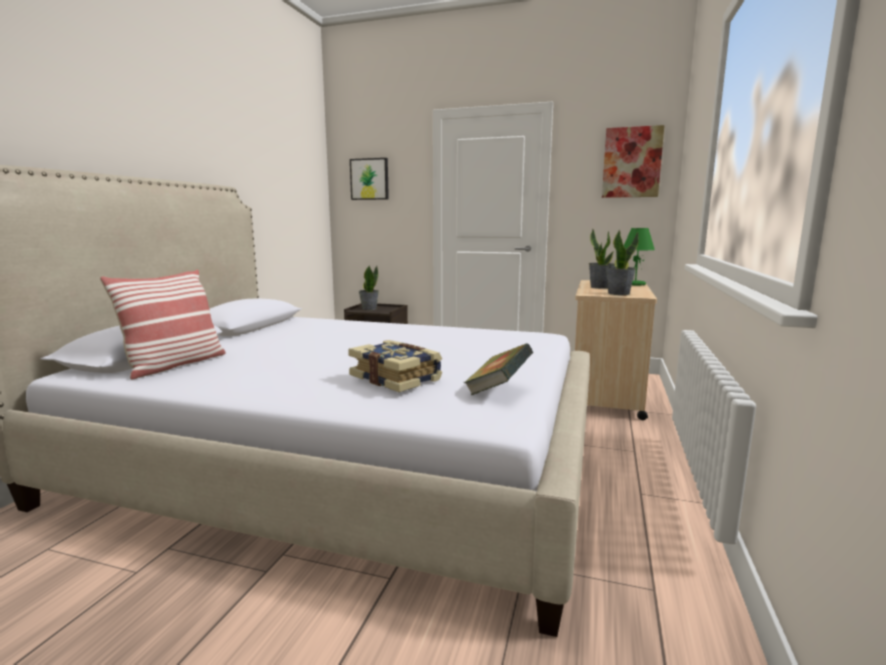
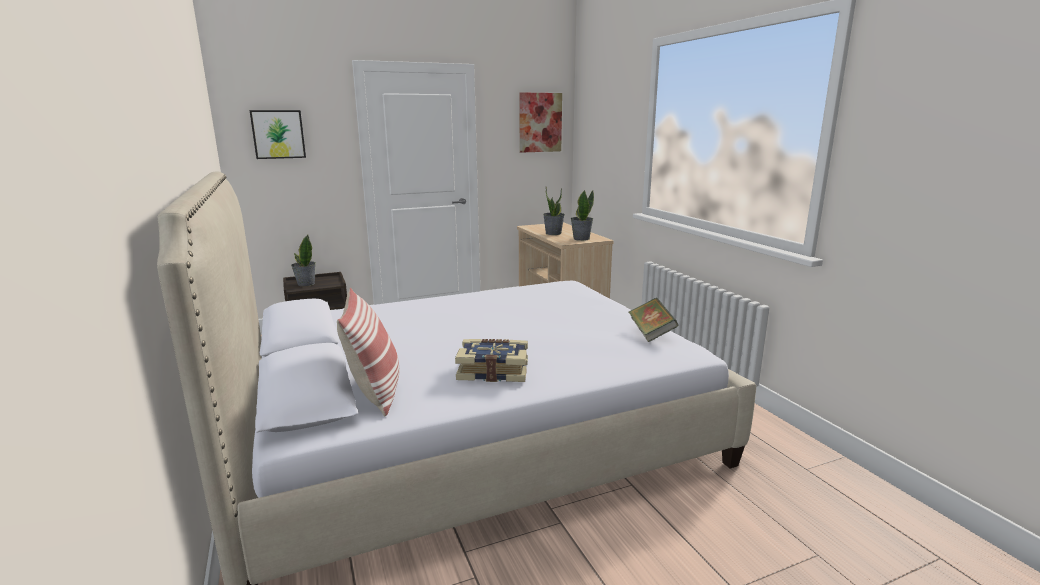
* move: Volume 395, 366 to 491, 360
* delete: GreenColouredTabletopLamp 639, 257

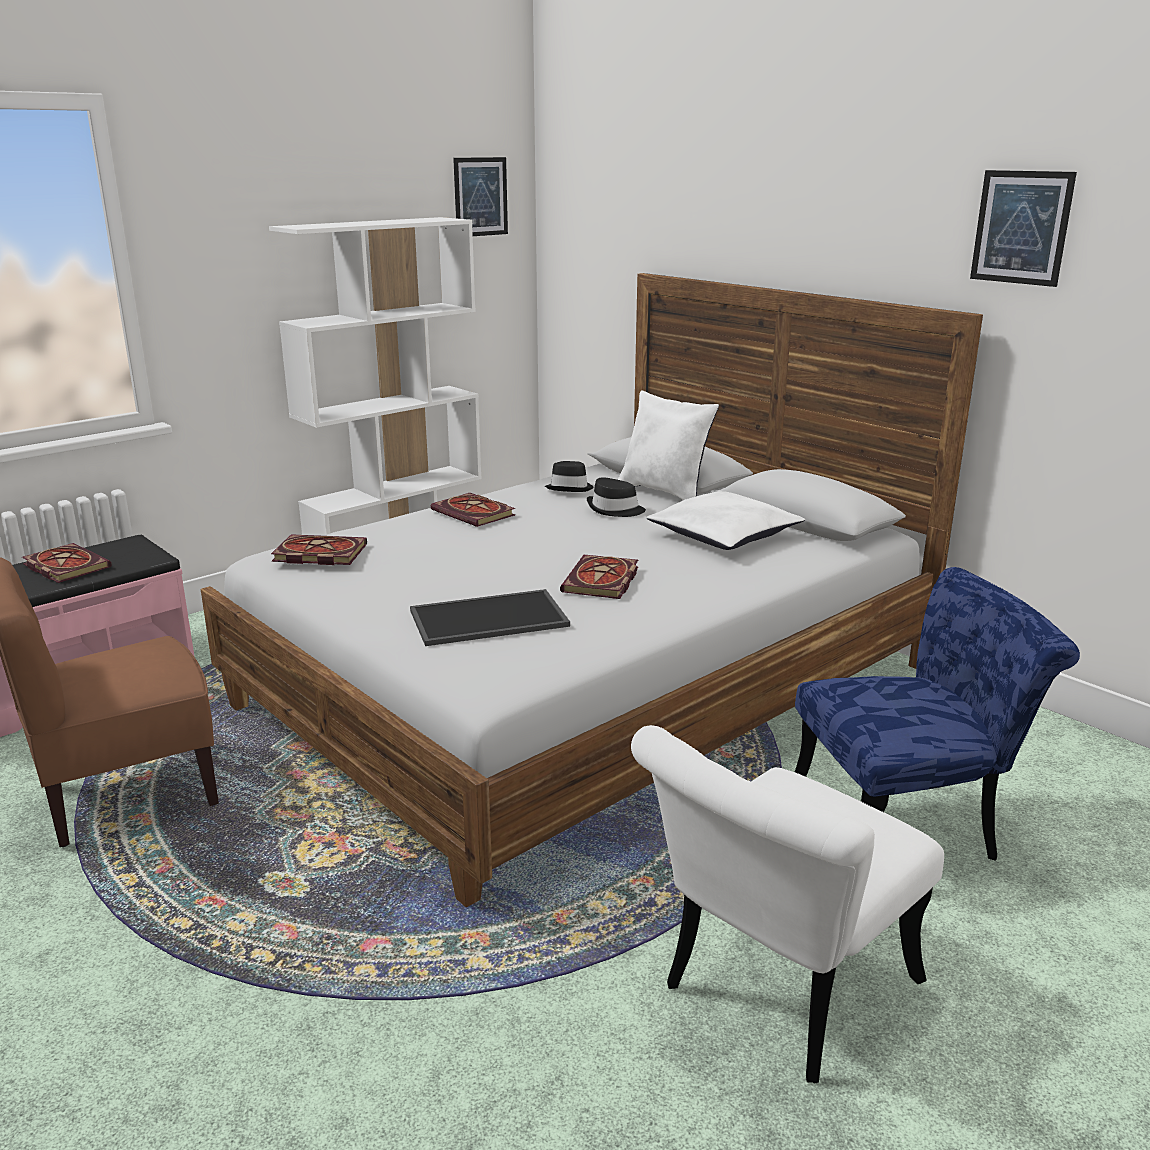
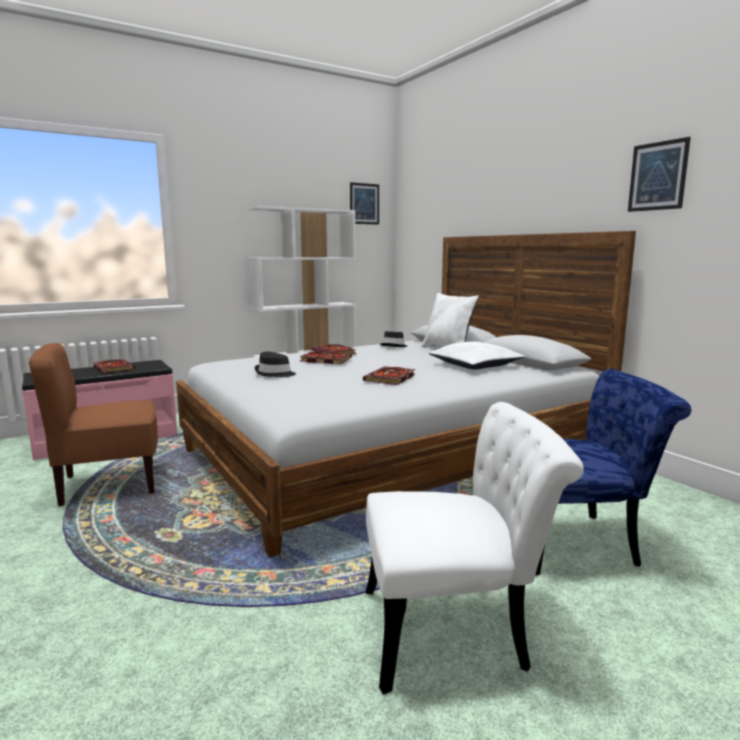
* move: Volume 319, 549 to 326, 357
* delete: Tray 490, 617
* move: BlackColouredWearableHat 616, 497 to 275, 365
* rotate: WhiteColouredUprightChair 787, 904 = 475, 548 150 degrees counterclockwise

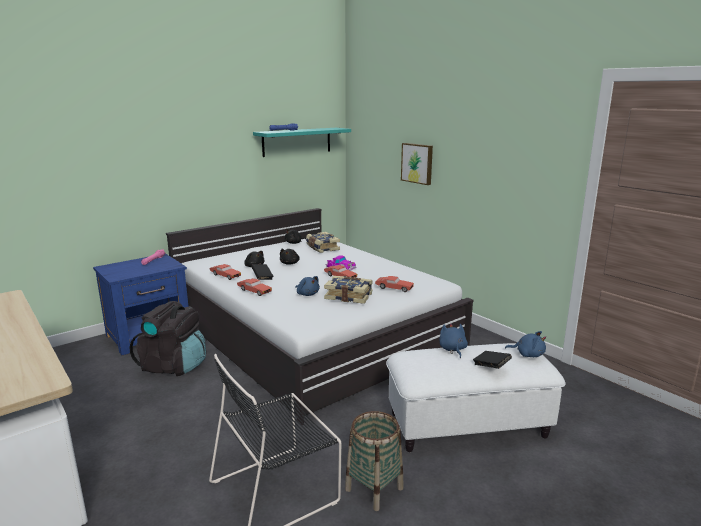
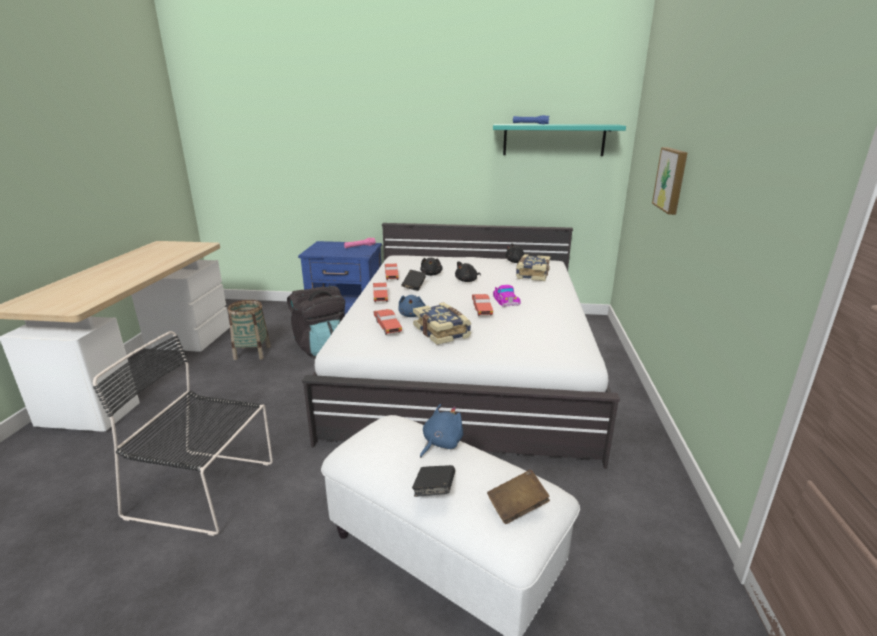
* move: StorageBasket 374, 461 to 249, 330
* move: RedModelCar 394, 284 to 387, 322
* replace: BluePlushToy 525, 344 to BrownColouredVolume 518, 497

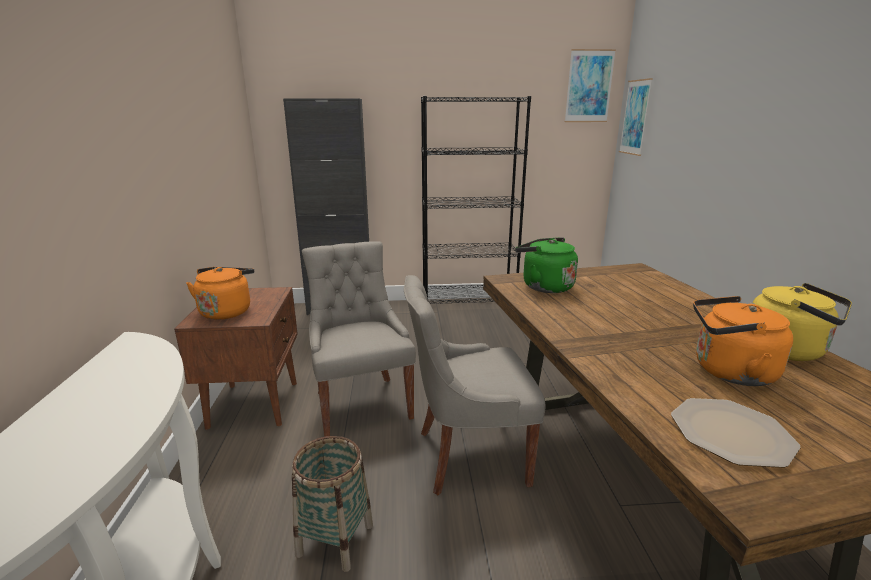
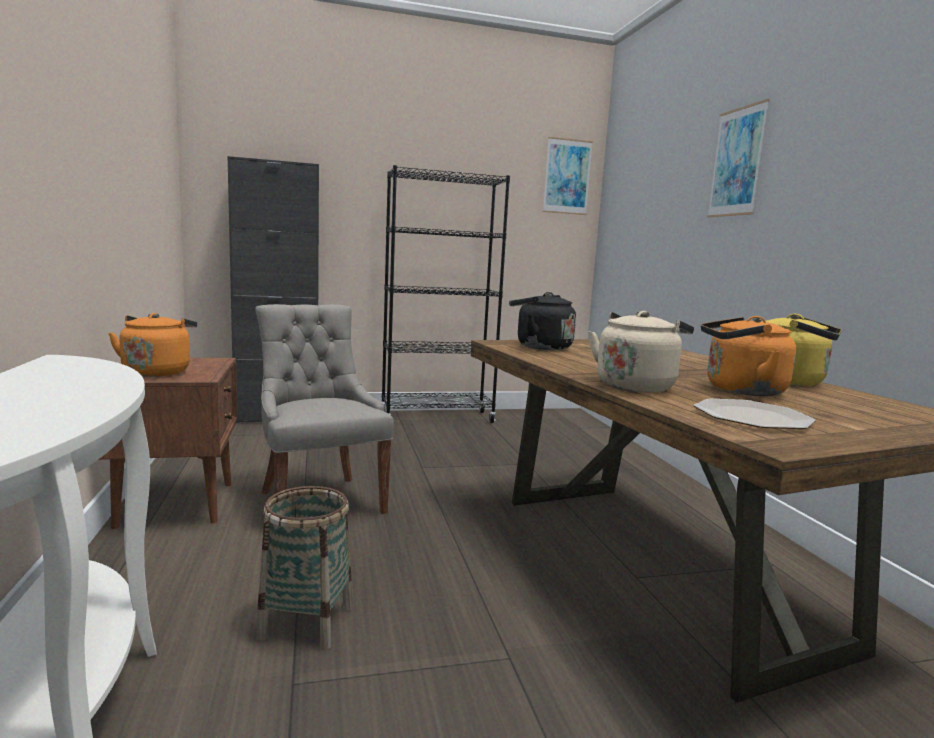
* delete: GrayUprightChair 475, 385
* recolor: GreenColouredKettle 546, 265 to BlackColouredKettle 542, 321
* move: Picture 636, 117 to 738, 158
* insert: BeigeColouredKettle 641, 351

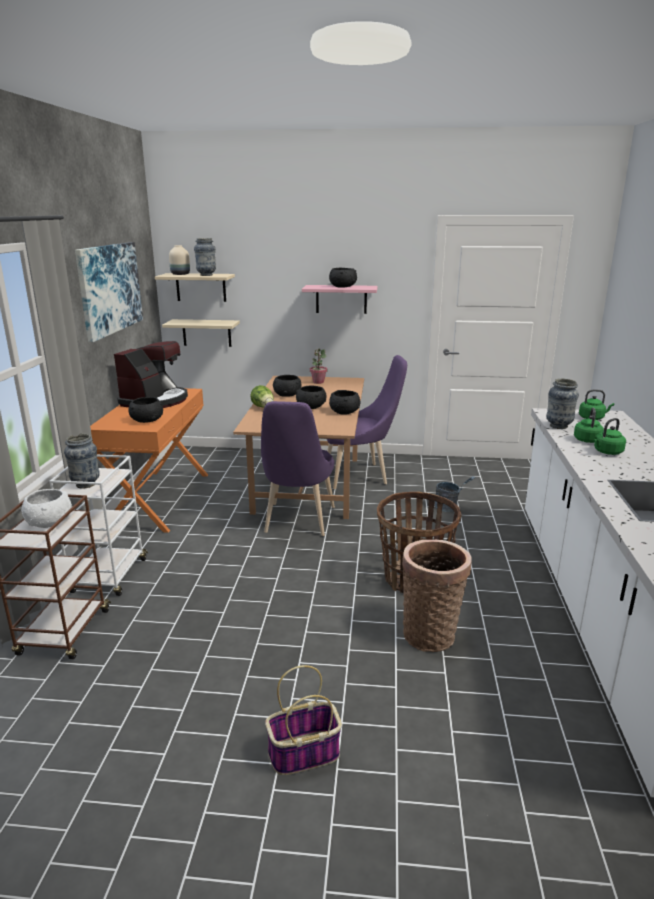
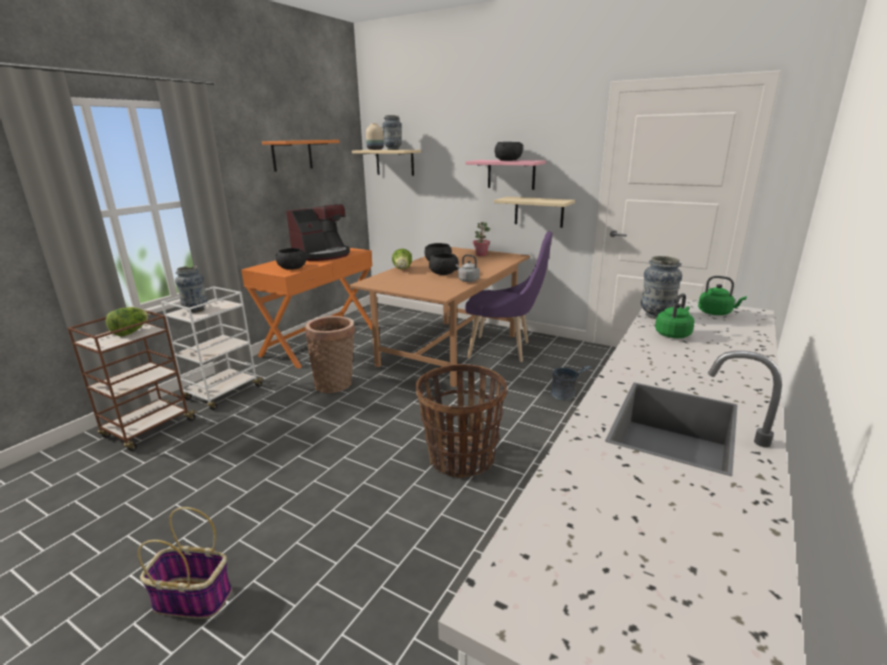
* replace: WhiteColouredBowl 46, 508 to Lettuce 127, 322
* replace: Picture 109, 292 to OrangeyBracketShelf 301, 156
* move: BeigeColouredBracketShelf 201, 333 to 534, 212
* delete: PurplishUprightChair 298, 468
* replace: BlackColouredBowl 344, 402 to GrayKettle 468, 268
* move: StorageBasket 437, 596 to 330, 354
* delete: GreenColouredKettle 610, 436

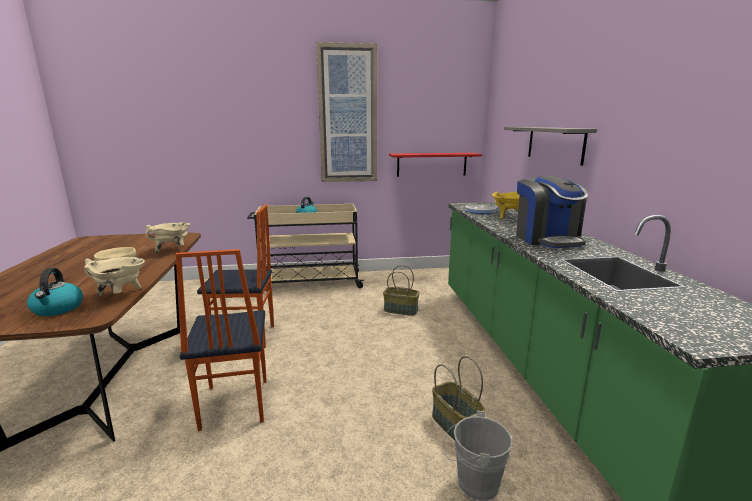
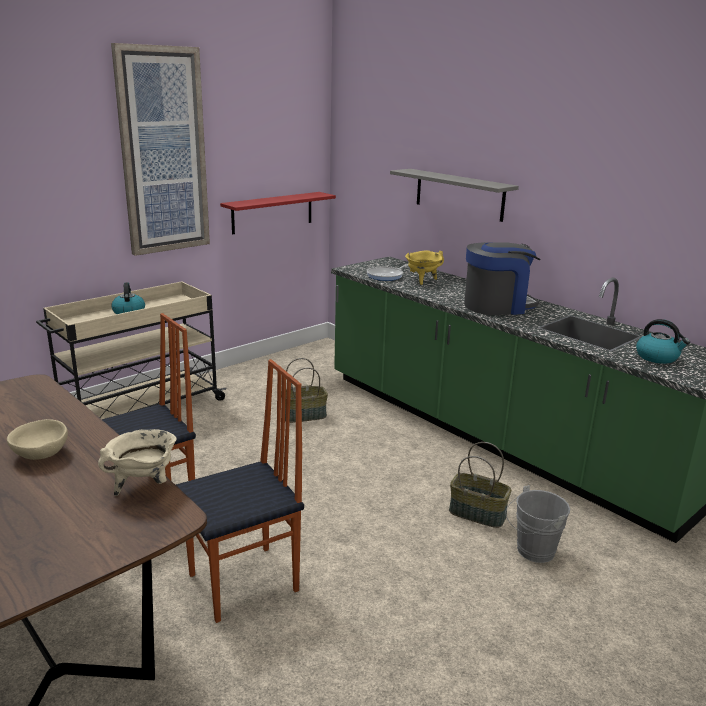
* move: Kettle 55, 292 to 663, 341
* delete: BeigeColouredStockpot 168, 238
* rotate: UprightChair 221, 340 = 240, 491 75 degrees counterclockwise
* rotate: CoffeeBrewer 552, 212 = 502, 278 60 degrees counterclockwise

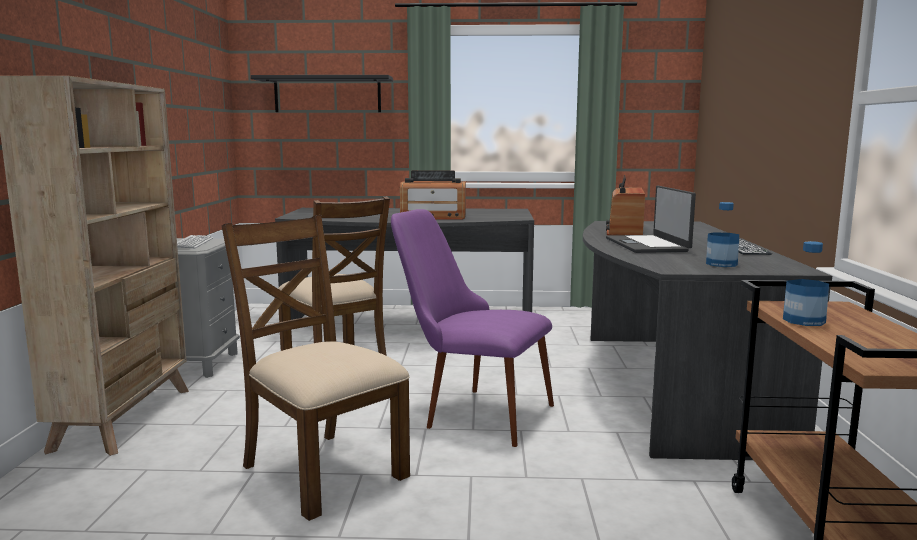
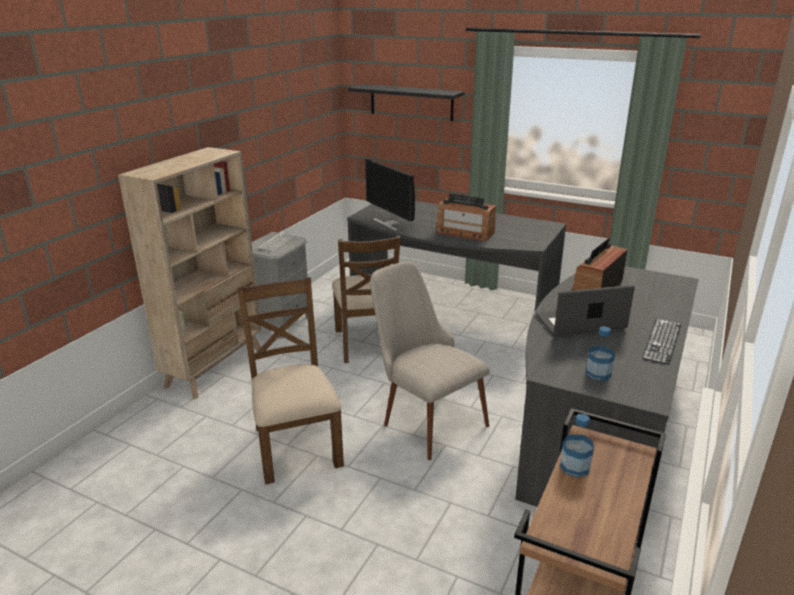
* recolor: PurplishUprightChair 472, 328 to BeigeColouredUprightChair 430, 360
* rotate: PortableComputer 651, 219 = 585, 310 60 degrees clockwise
* insert: Monitor 390, 195

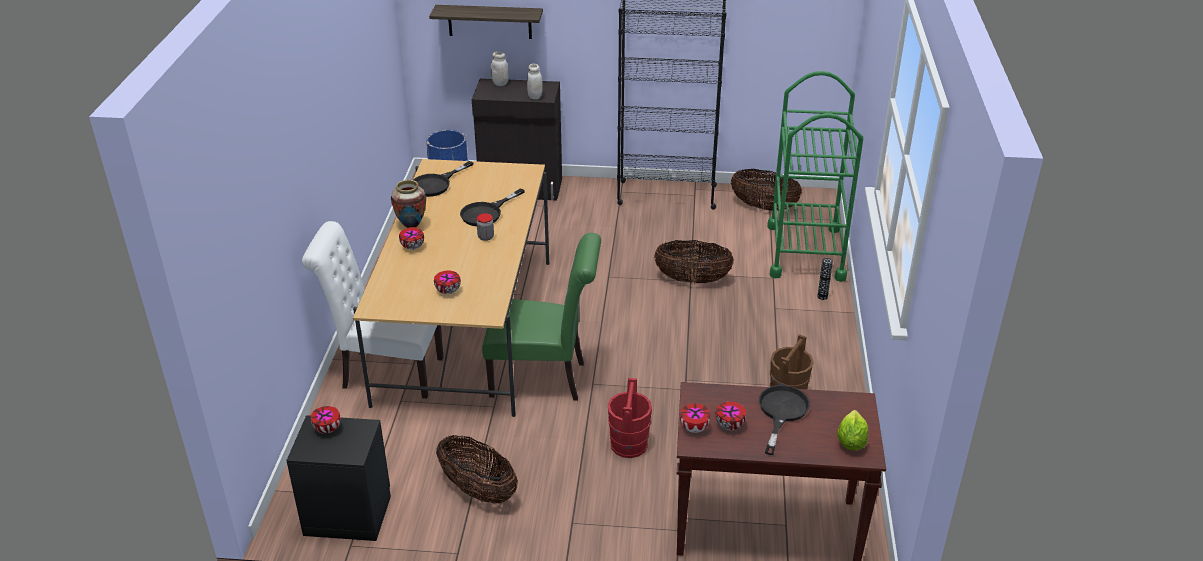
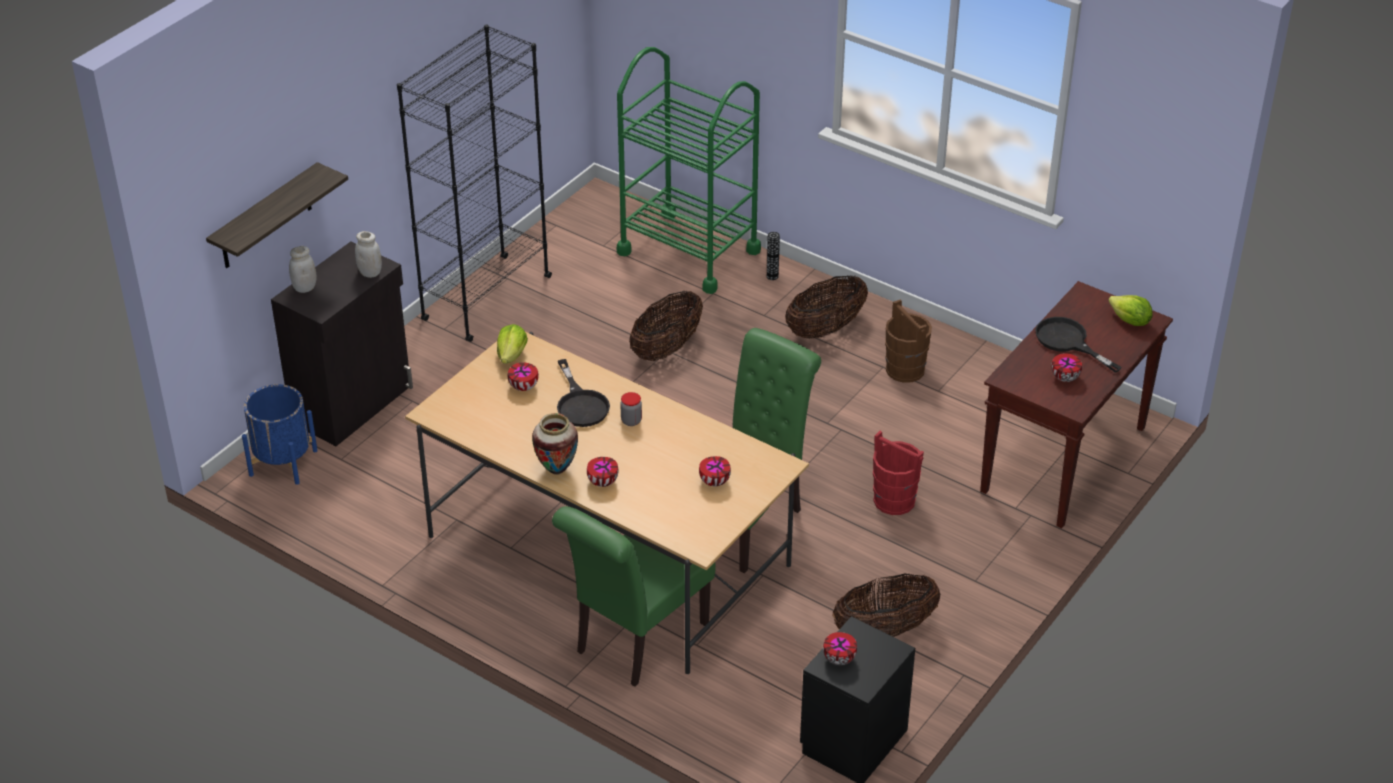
* recolor: WhiteColouredUprightChair 373, 310 to GreenColouredUprightChair 634, 596
* delete: BlackColouredPan 443, 179
* move: Bowl 695, 418 to 523, 376
* move: StorageBasket 766, 190 to 826, 307
* insert: Lettuce 512, 344

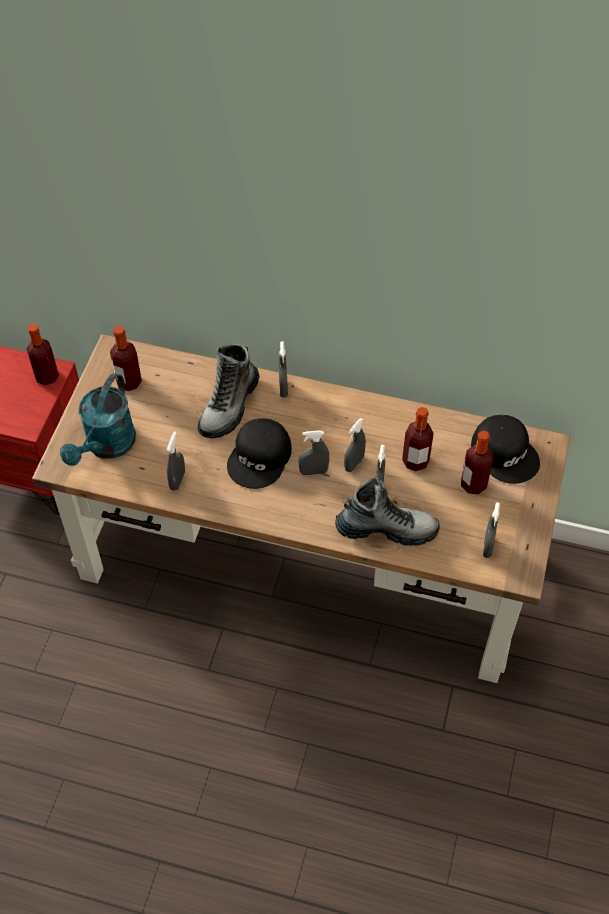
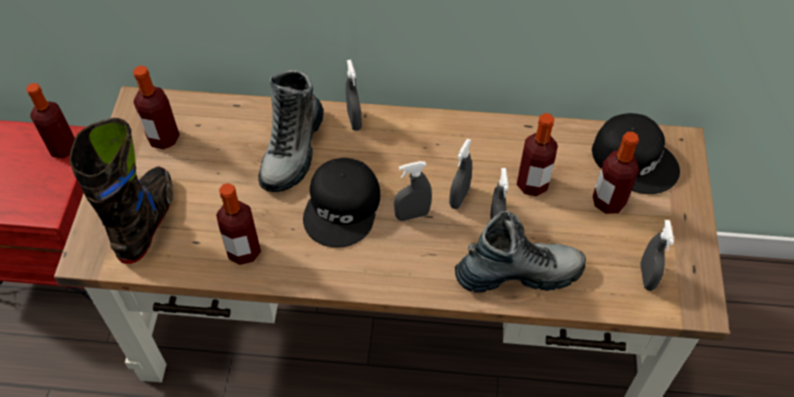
* replace: BlueGreenSprinklingCan 98, 419 to BlackColouredHighTopBoot 121, 191
* replace: GrayHandSprayer 176, 461 to BeverageBottle 238, 224

